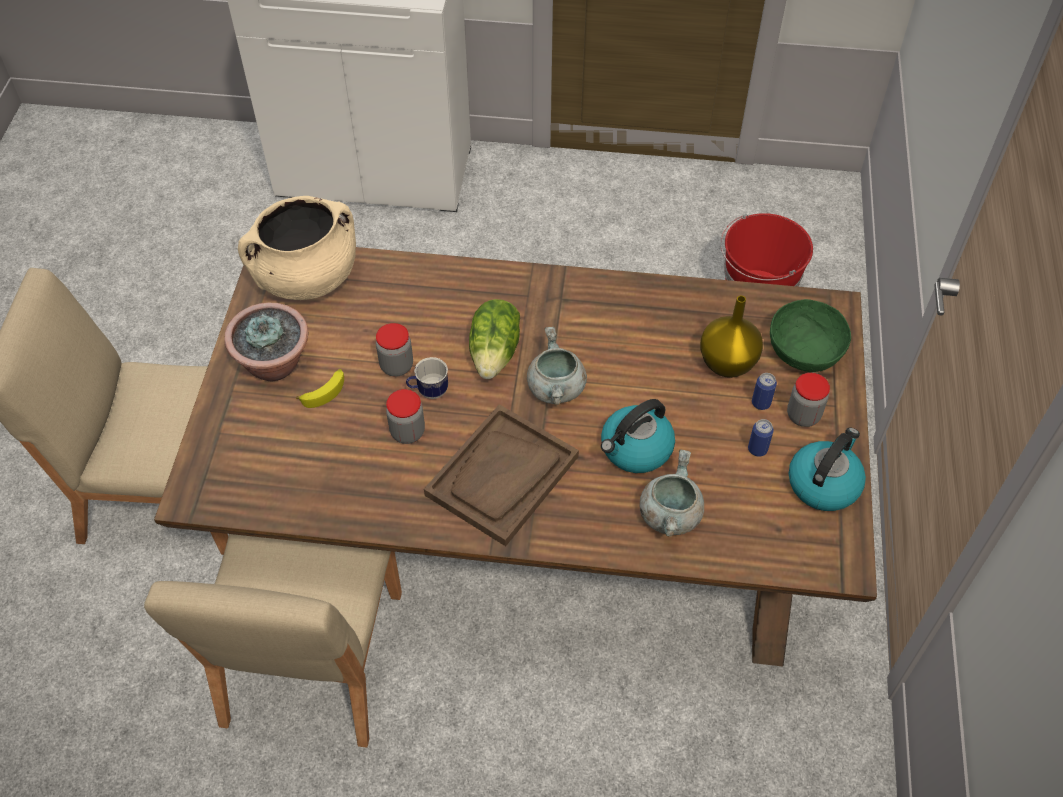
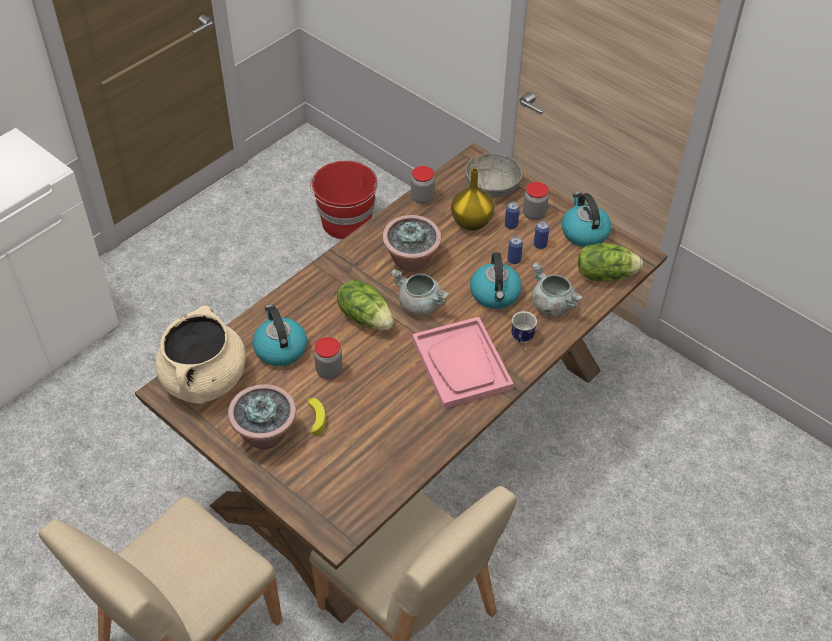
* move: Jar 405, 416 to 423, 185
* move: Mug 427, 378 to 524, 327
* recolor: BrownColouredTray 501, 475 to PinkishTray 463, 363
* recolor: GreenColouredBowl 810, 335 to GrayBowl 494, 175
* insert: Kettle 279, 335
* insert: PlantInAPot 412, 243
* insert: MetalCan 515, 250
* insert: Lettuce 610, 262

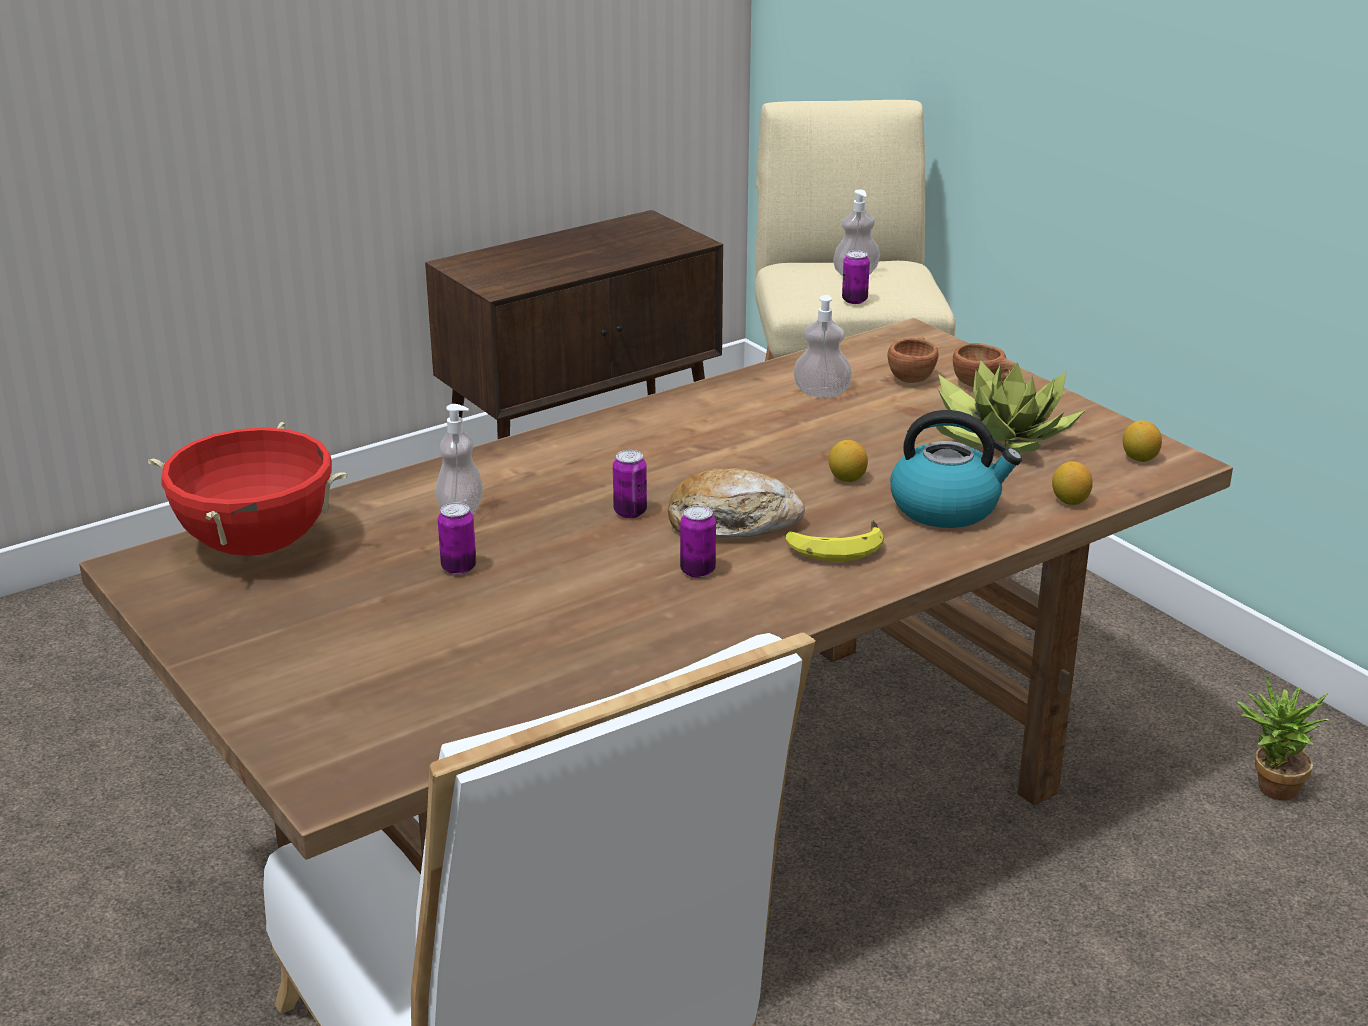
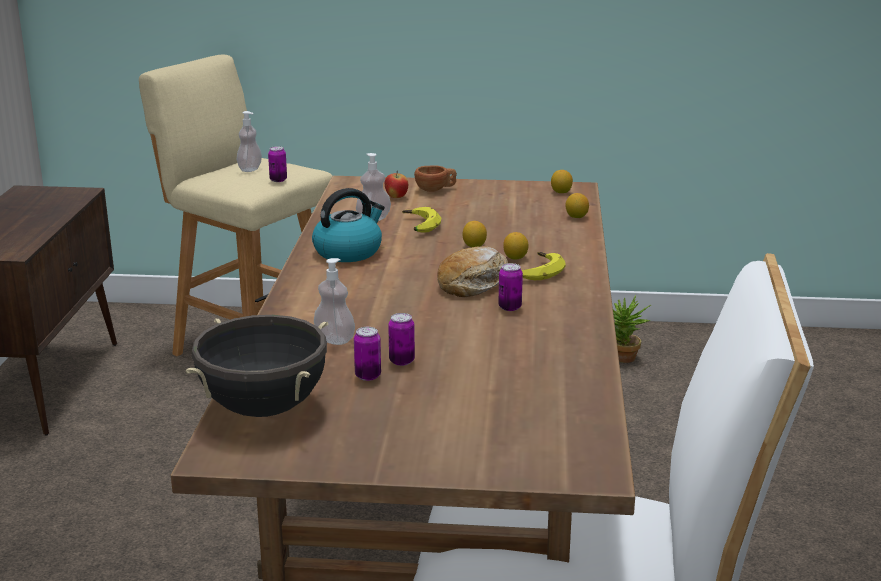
* recolor: RedStockpot 248, 489 to BlackColouredStockpot 256, 366
* move: MetalCan 630, 484 to 367, 354
* replace: BrownColouredCup 913, 359 to WholeApple 396, 184
* move: Kettle 956, 469 to 348, 225
* delete: PlantInAPot 1010, 407
* insert: Banana 421, 220
* insert: CitrusFruit 515, 246

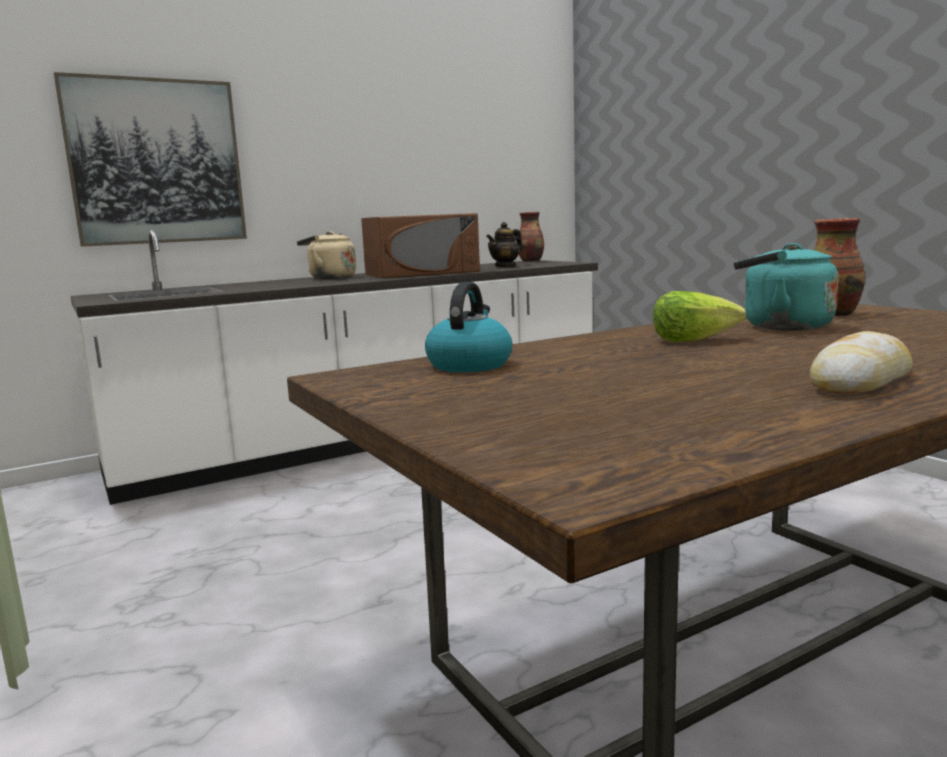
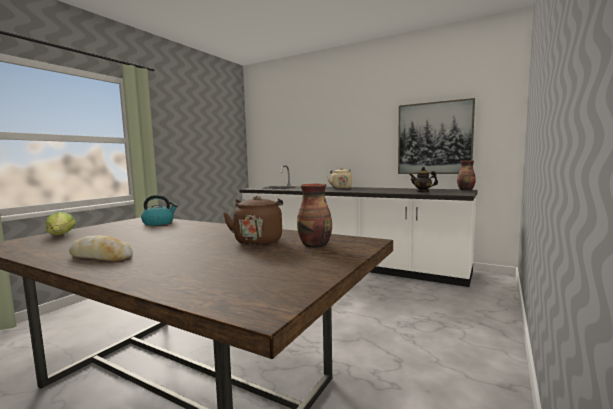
* move: Picture 150, 159 to 436, 136
* delete: BrownColouredMicrowaveOven 420, 245
* move: Lettuce 699, 316 to 61, 223
* recolor: BlueGreenKettle 786, 286 to BrownColouredKettle 253, 221

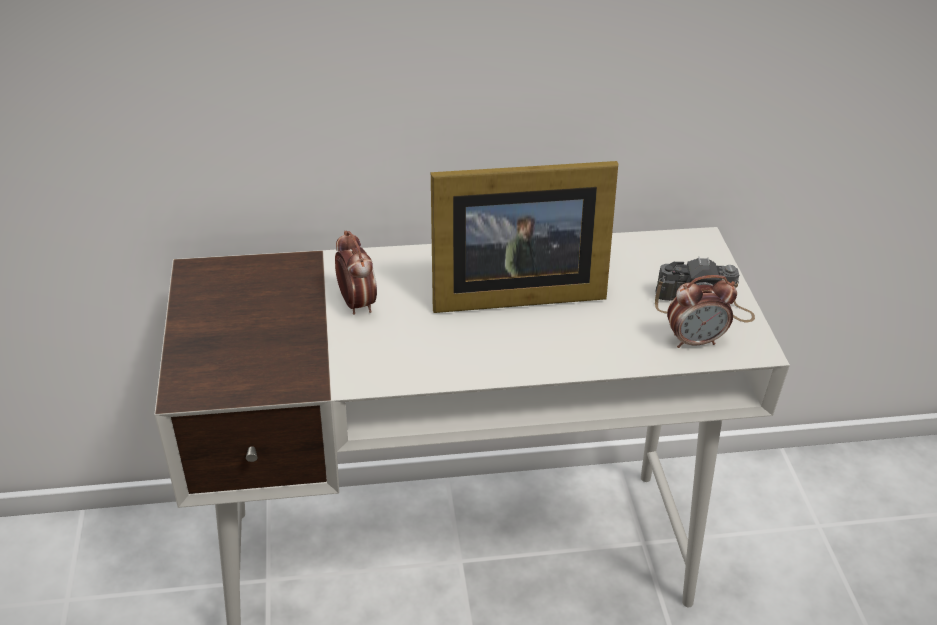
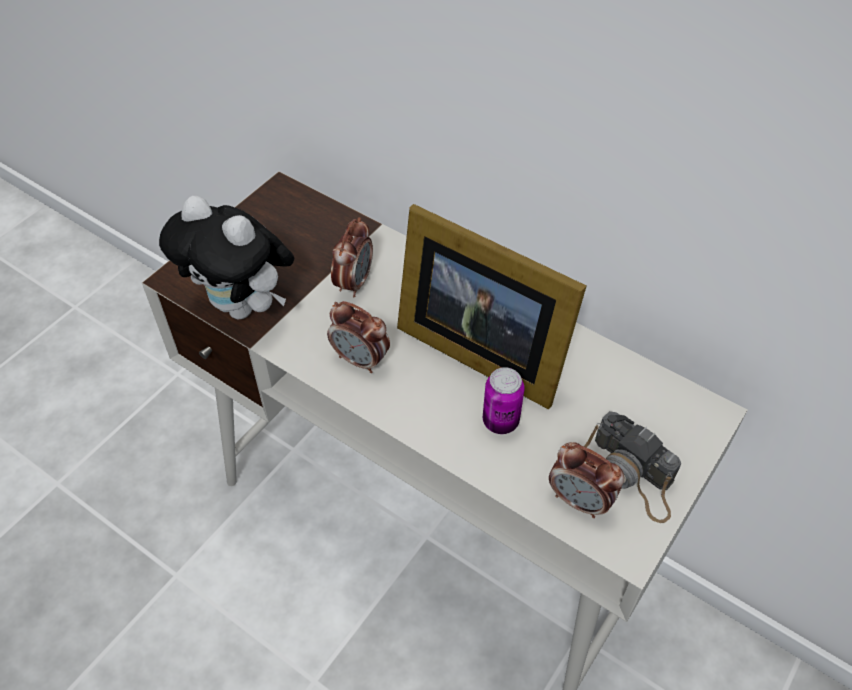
* insert: PlushToy 226, 258
* insert: TableClock 358, 337
* insert: MetalCan 504, 400

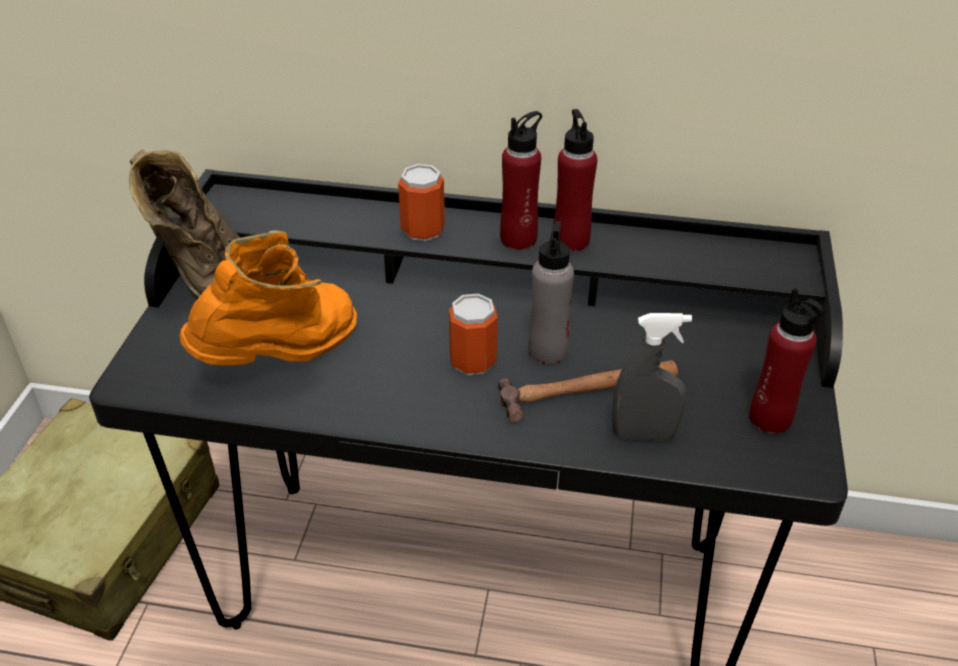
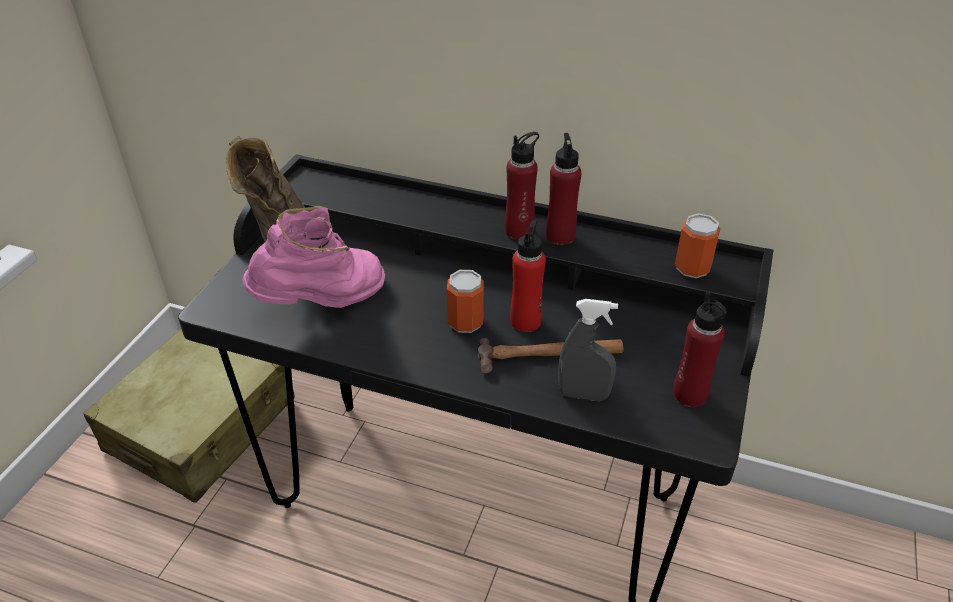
* recolor: OrangeyHighTopBoot 268, 297 to PinkishHighTopBoot 314, 257
* move: MetalCan 421, 202 to 698, 245
* recolor: GrayBeverageBottle 551, 293 to RedBeverageBottle 528, 275

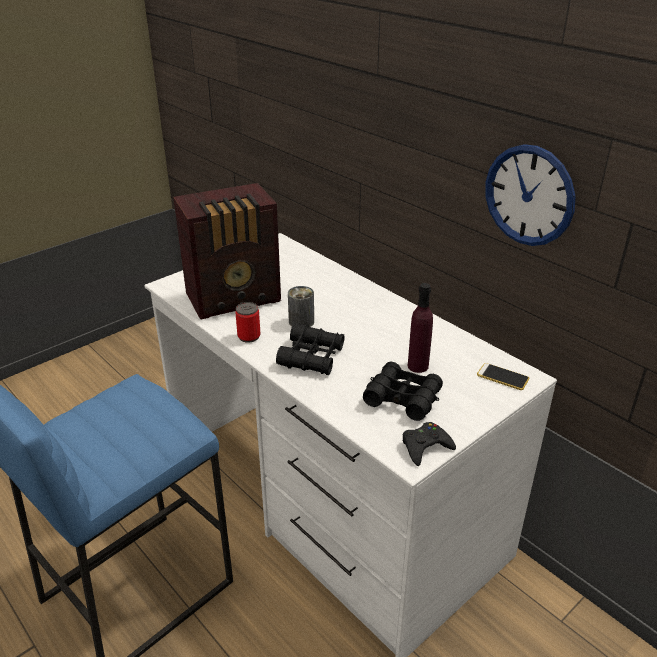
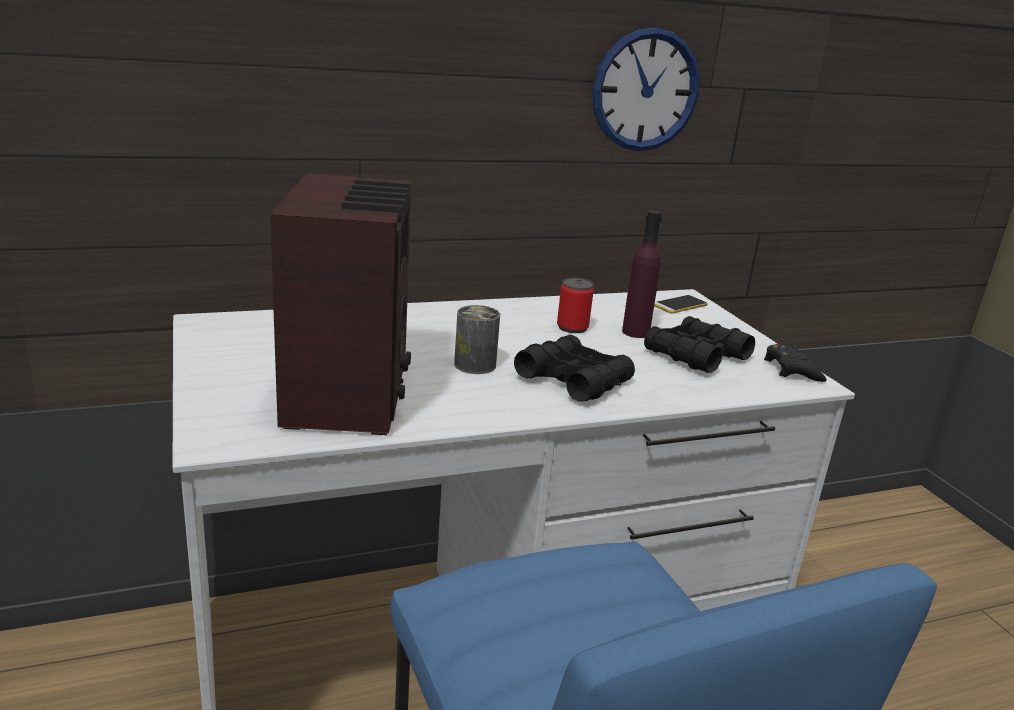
* move: MetalCan 248, 322 to 575, 305

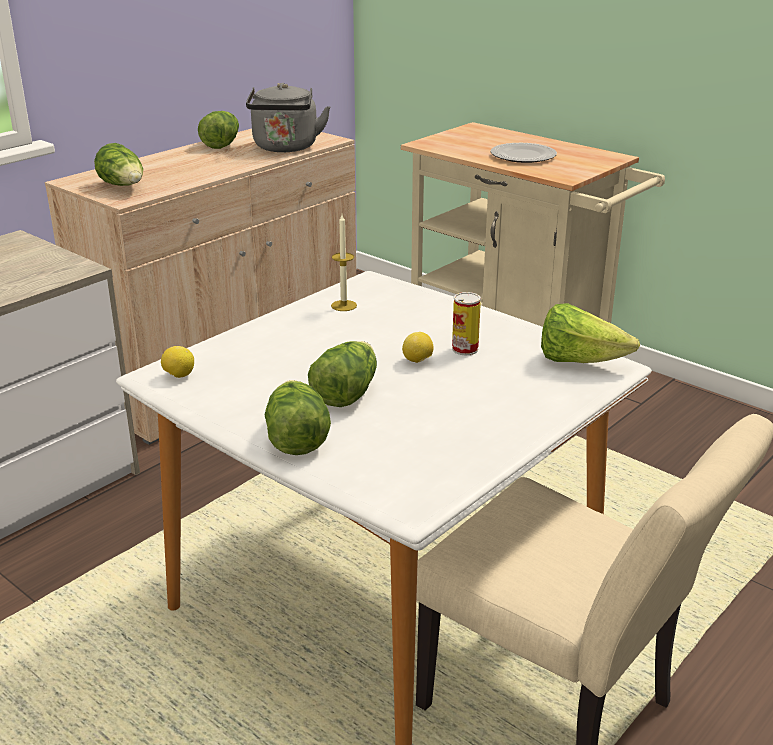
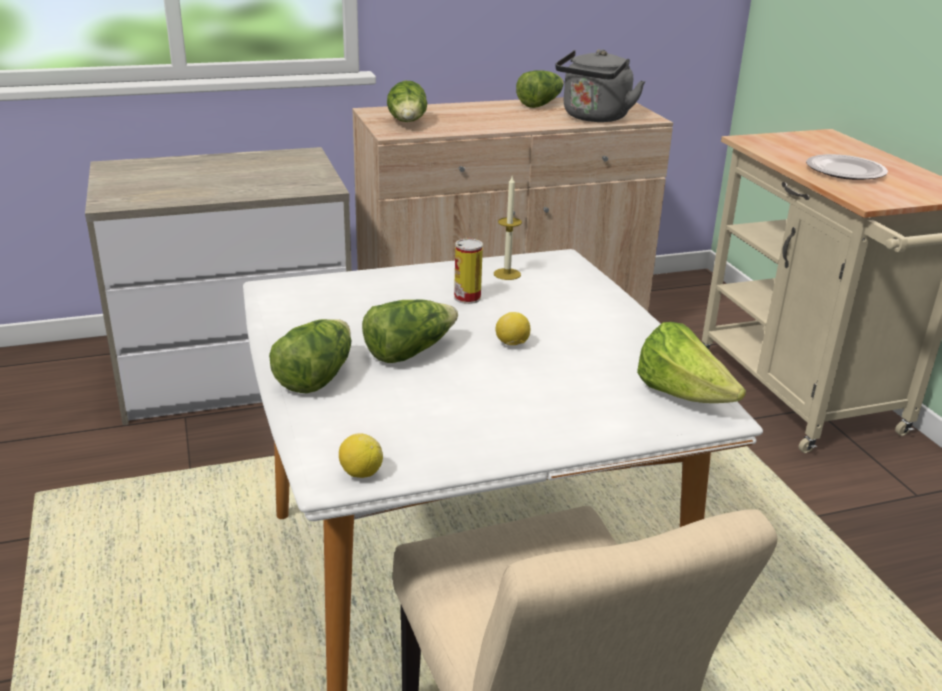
* move: CitrusFruit 177, 362 to 361, 455
* move: MetalCan 466, 323 to 468, 271

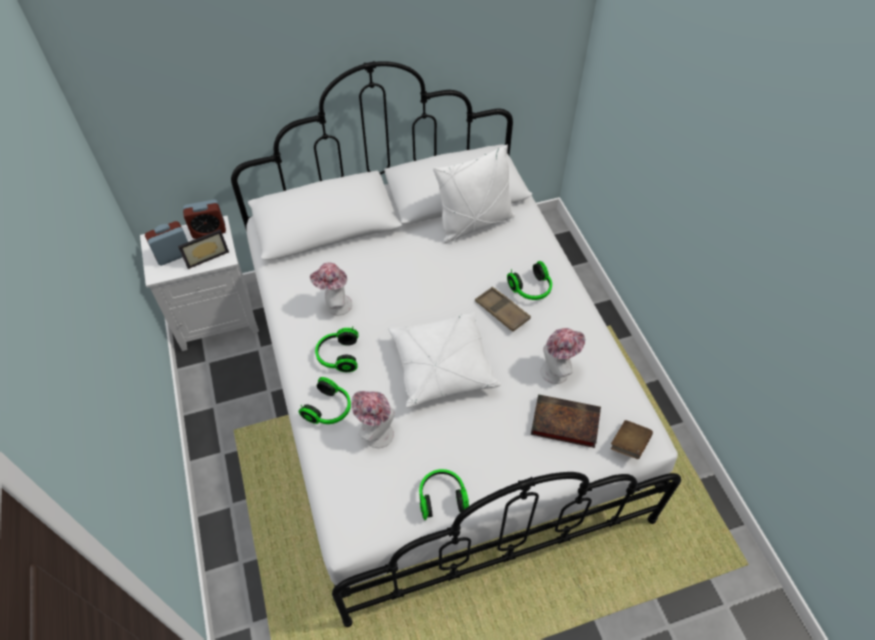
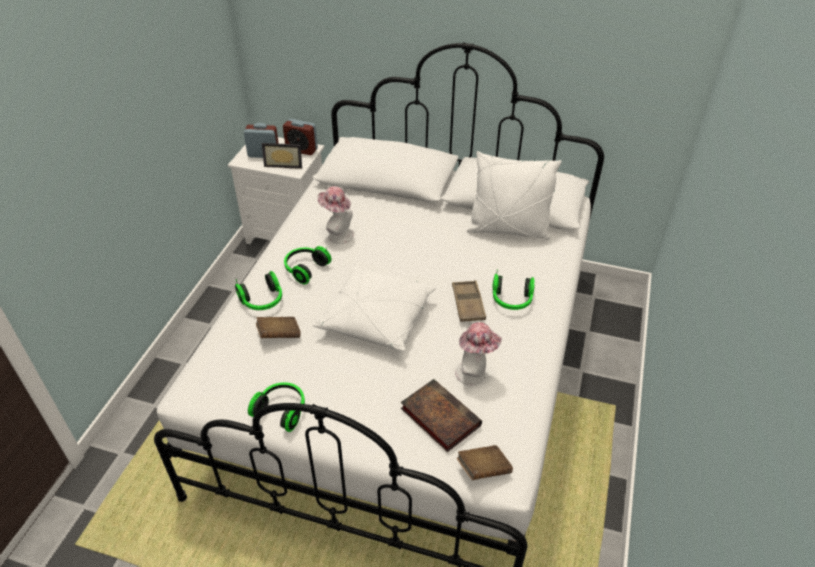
* replace: WearableHat 373, 419 to BrownColouredVolume 278, 327

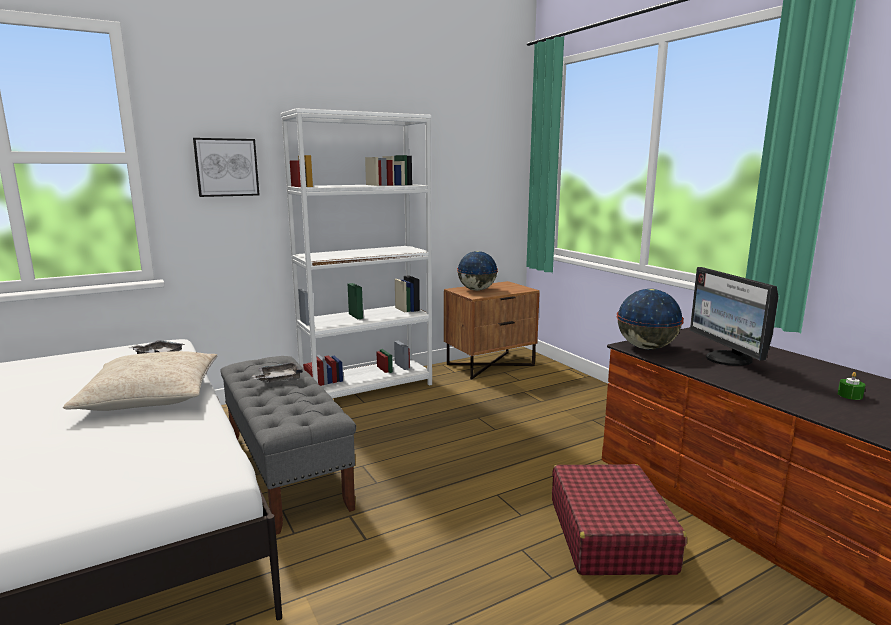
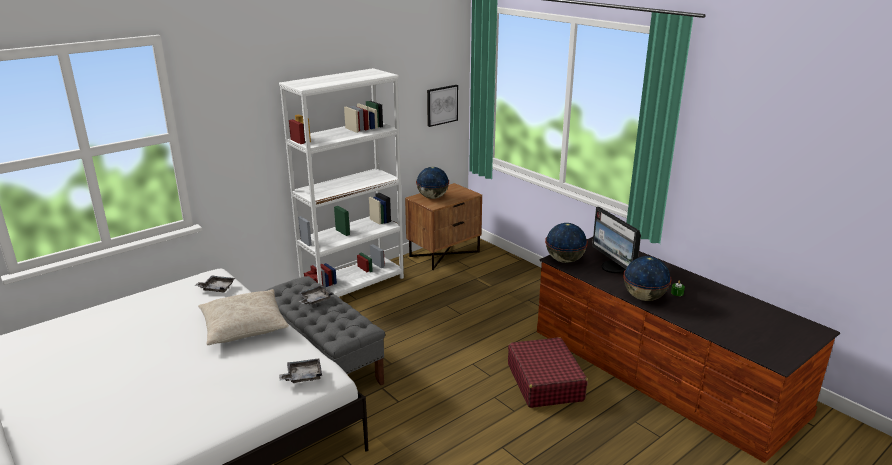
* move: Picture 226, 167 to 442, 106
* insert: GrayTray 300, 371
* insert: Globe 647, 278

